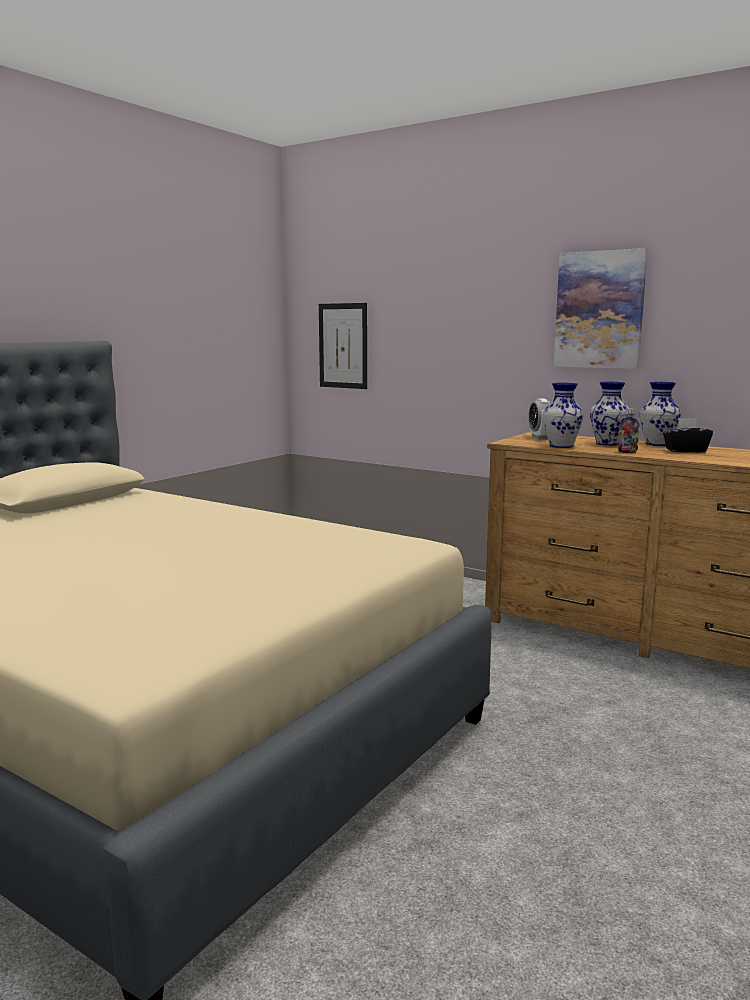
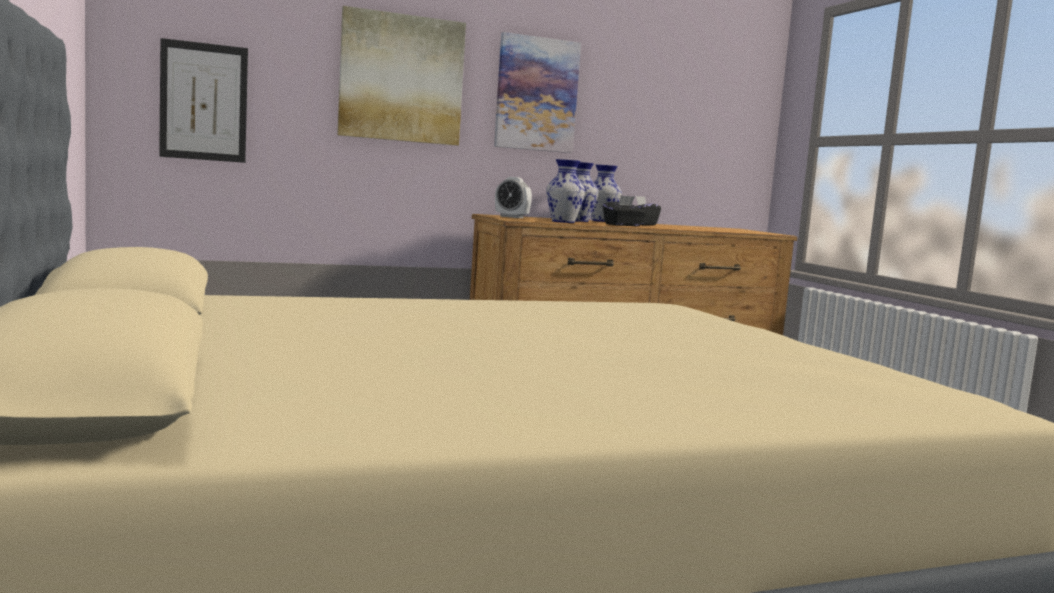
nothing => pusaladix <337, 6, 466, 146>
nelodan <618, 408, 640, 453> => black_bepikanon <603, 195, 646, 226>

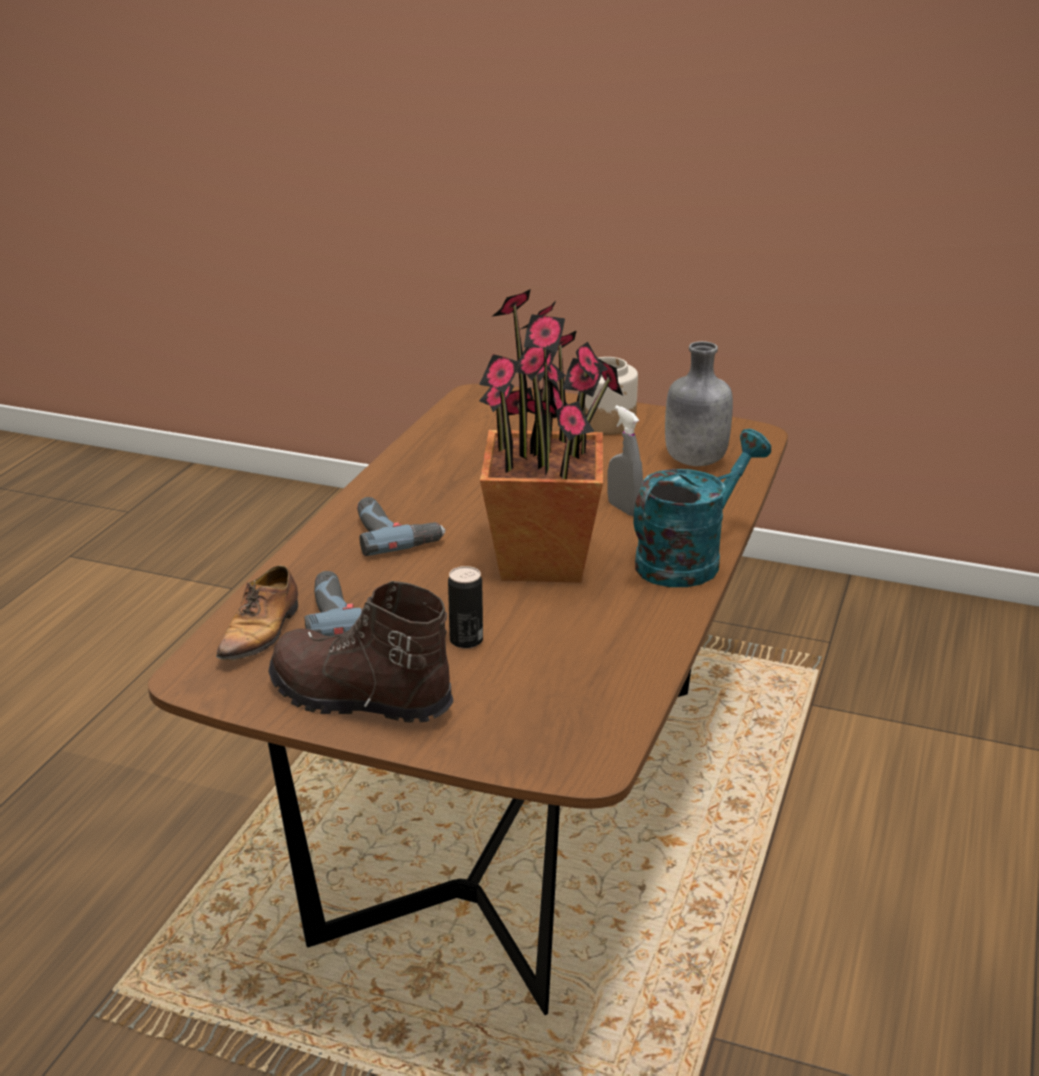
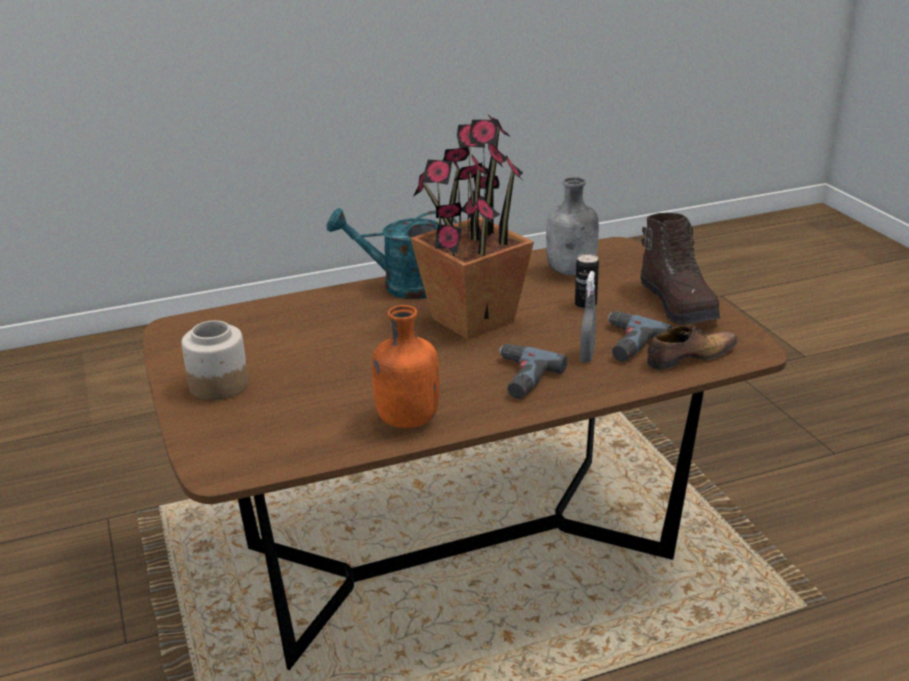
nothing => orange_nelodan <372, 305, 440, 428>
grey_nelodan <665, 341, 733, 466> => grey_nelodan <546, 177, 599, 275>, relocated
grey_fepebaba <607, 405, 643, 516> => grey_fepebaba <580, 271, 596, 363>, relocated

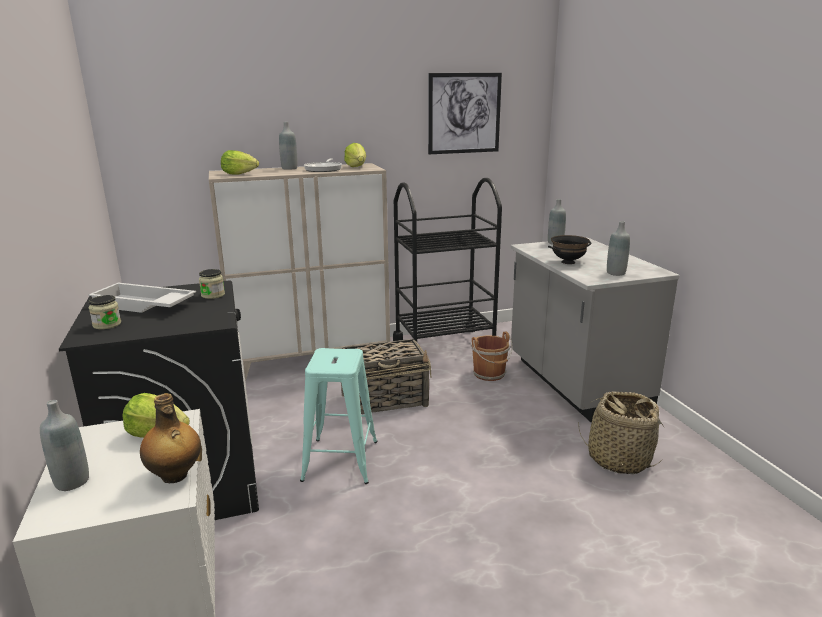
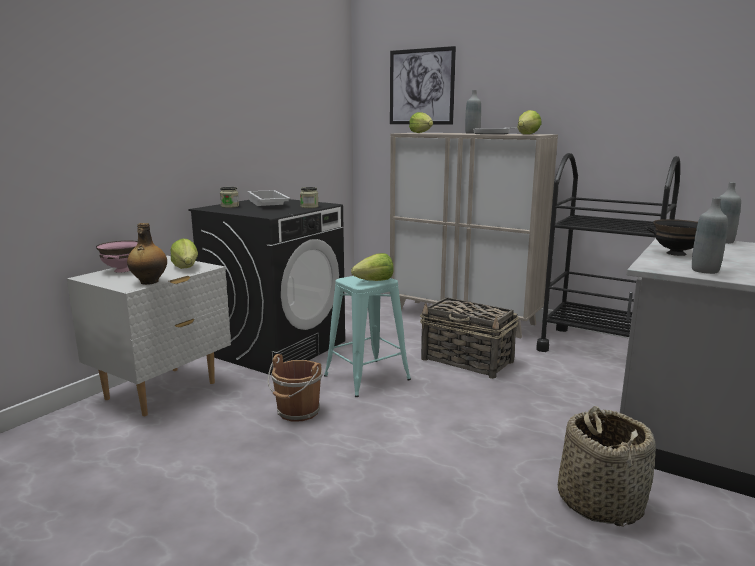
grey_nelodan <40, 400, 89, 491> => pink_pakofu <96, 241, 138, 273>
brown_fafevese <471, 331, 513, 381> => brown_fafevese <267, 354, 323, 422>, relocated
nothing => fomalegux <351, 253, 394, 281>
pusaladix <428, 73, 502, 154> => pusaladix <390, 46, 456, 125>, relocated

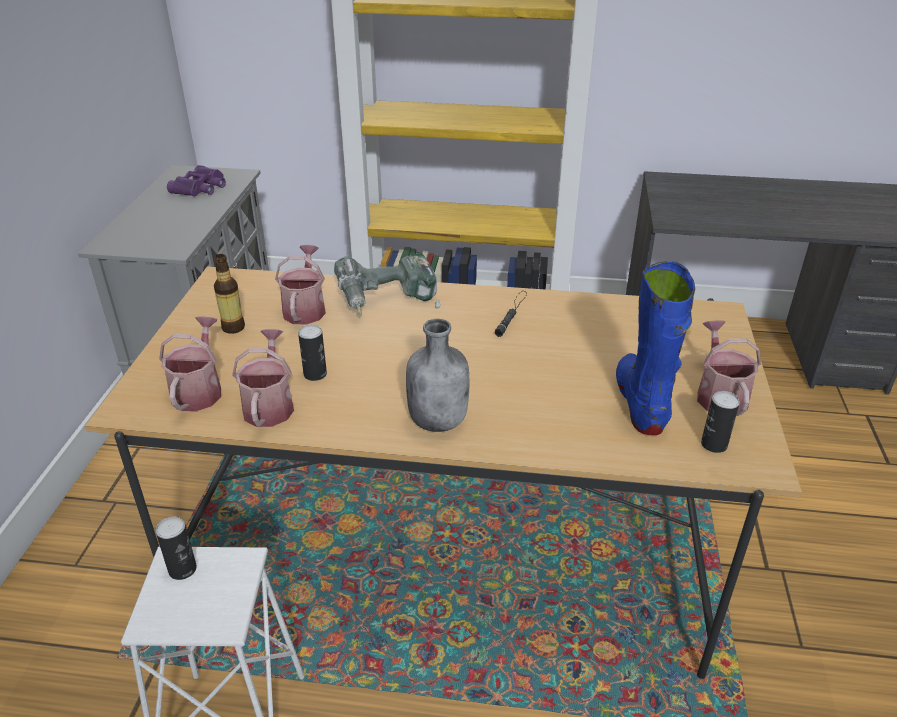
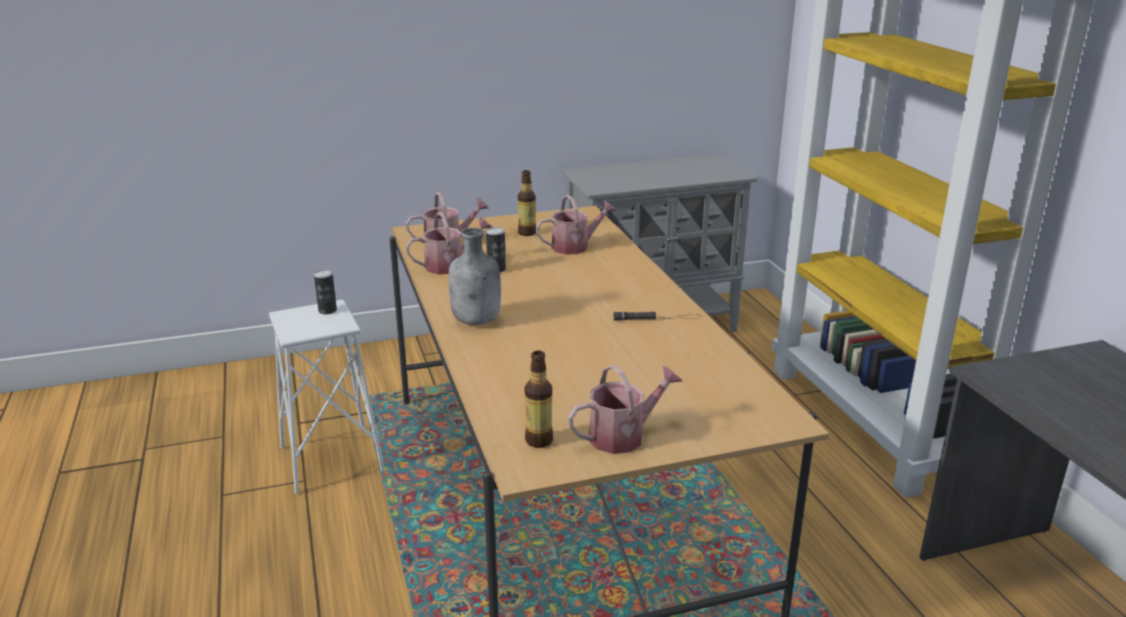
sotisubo <701, 391, 740, 453> => nelodan <525, 351, 553, 448>
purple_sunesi <167, 165, 226, 196> => nothing
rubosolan <334, 253, 440, 316> => nothing
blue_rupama <616, 261, 695, 435> => nothing

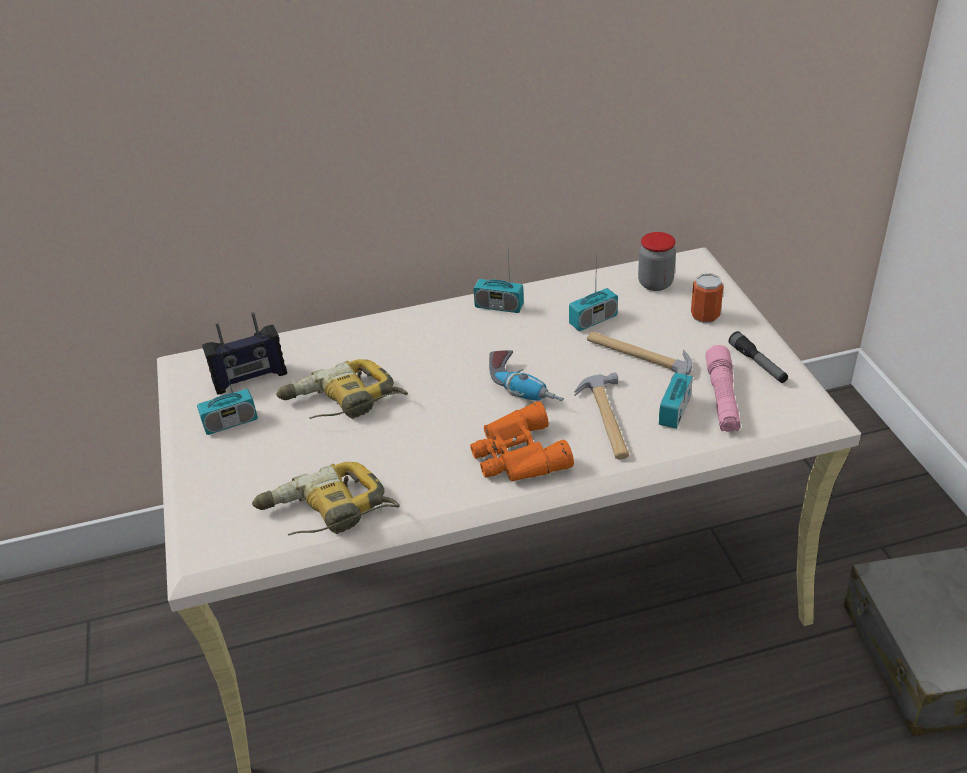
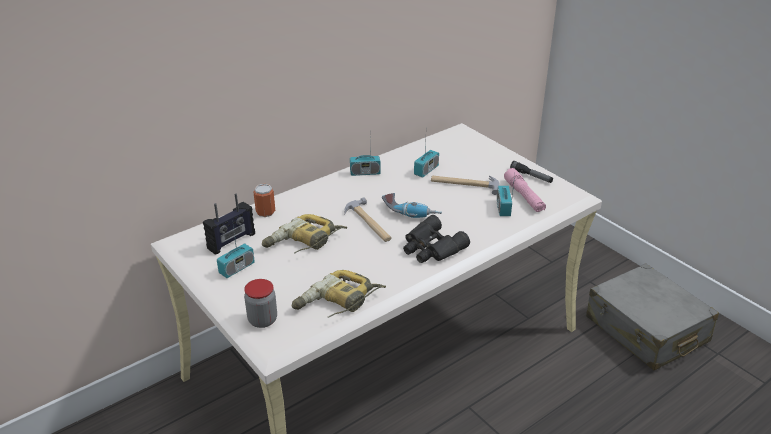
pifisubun <638, 232, 676, 291> => pifisubun <244, 279, 277, 328>, relocated
sotisubo <691, 273, 724, 323> => sotisubo <253, 184, 275, 217>, relocated
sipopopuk <575, 372, 629, 459> => sipopopuk <344, 197, 392, 242>, relocated
orange_sunesi <470, 401, 574, 481> => black_sunesi <403, 215, 470, 263>

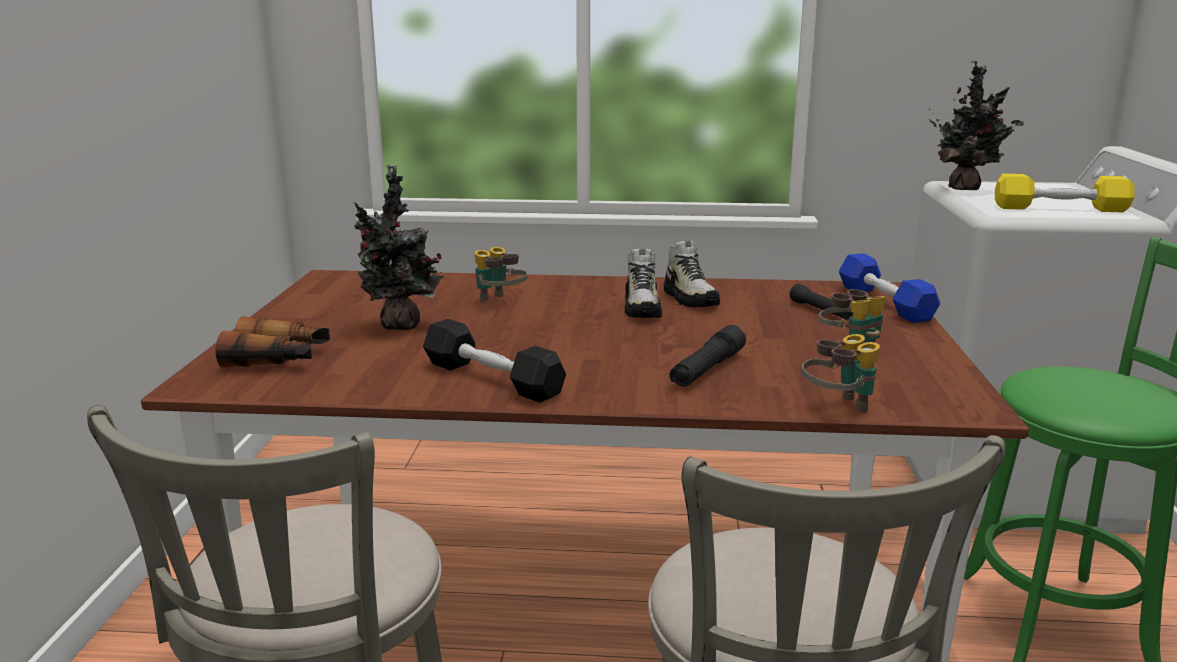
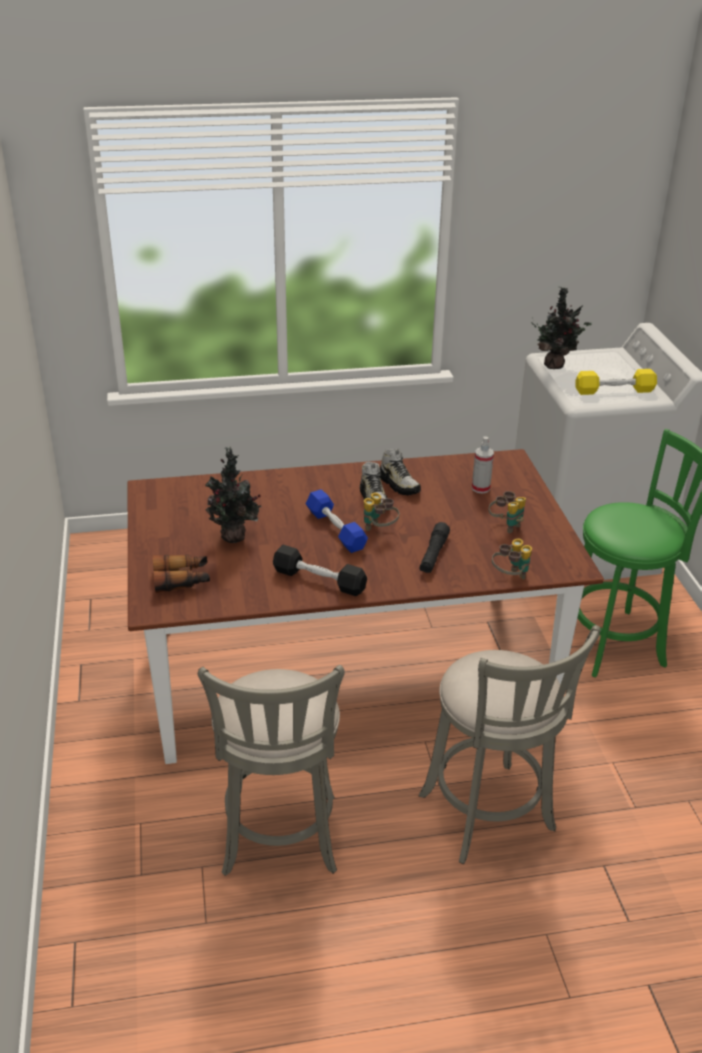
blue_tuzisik <839, 253, 940, 323> => blue_tuzisik <306, 489, 368, 553>, relocated
sunesi <474, 247, 528, 302> => sunesi <364, 493, 399, 531>, relocated
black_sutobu <790, 284, 853, 320> => fepebaba <472, 436, 494, 494>

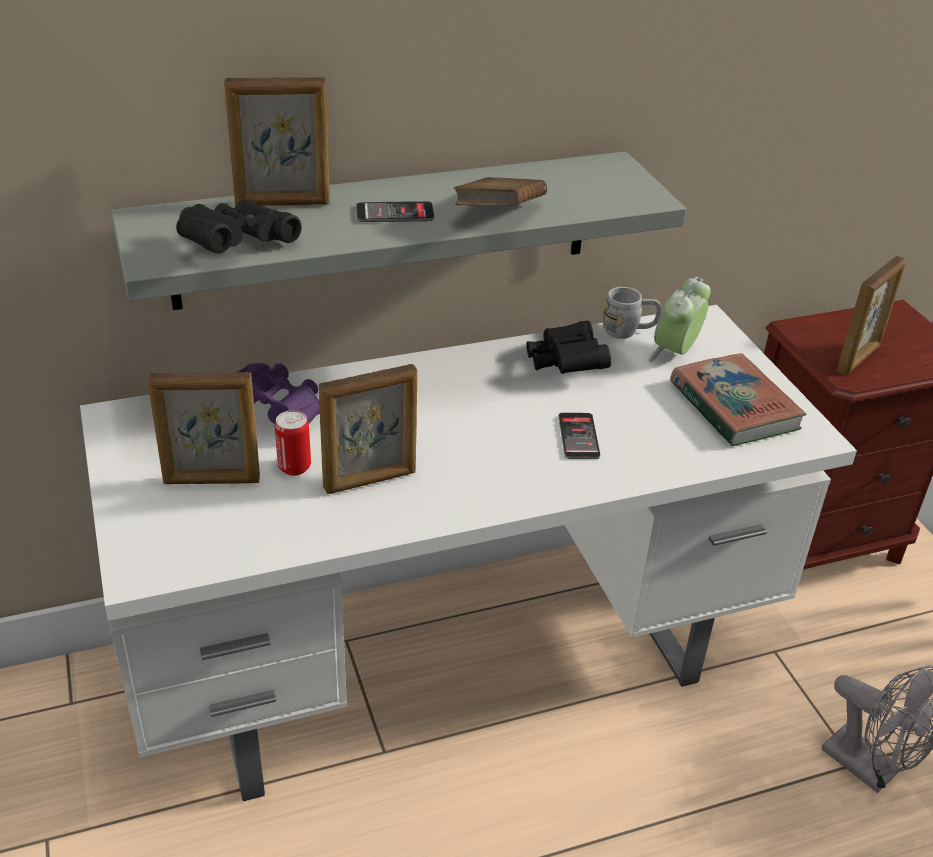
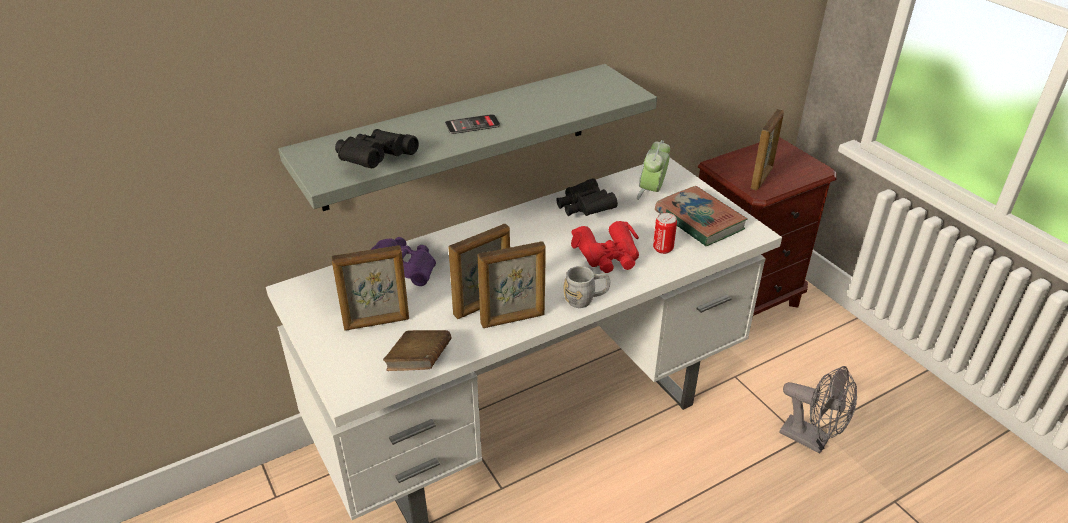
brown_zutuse <454, 177, 547, 205> => brown_zutuse <383, 330, 451, 371>, relocated
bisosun <224, 77, 330, 206> => bisosun <478, 241, 546, 328>, relocated
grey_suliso <602, 287, 662, 339> => grey_suliso <564, 266, 610, 308>, relocated
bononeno <558, 413, 600, 459> => red_sunesi <571, 221, 639, 273>
sotisubo <275, 410, 311, 476> => sotisubo <653, 213, 677, 254>, relocated

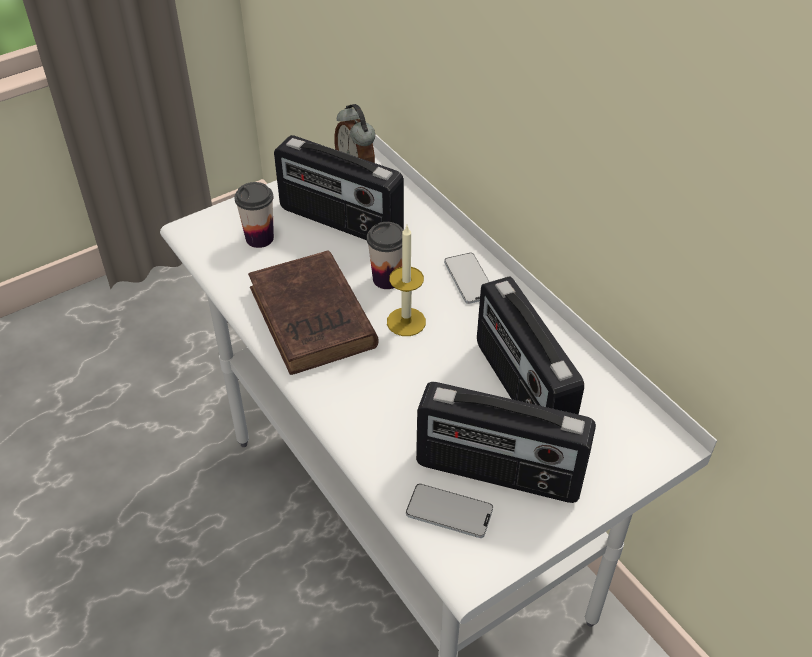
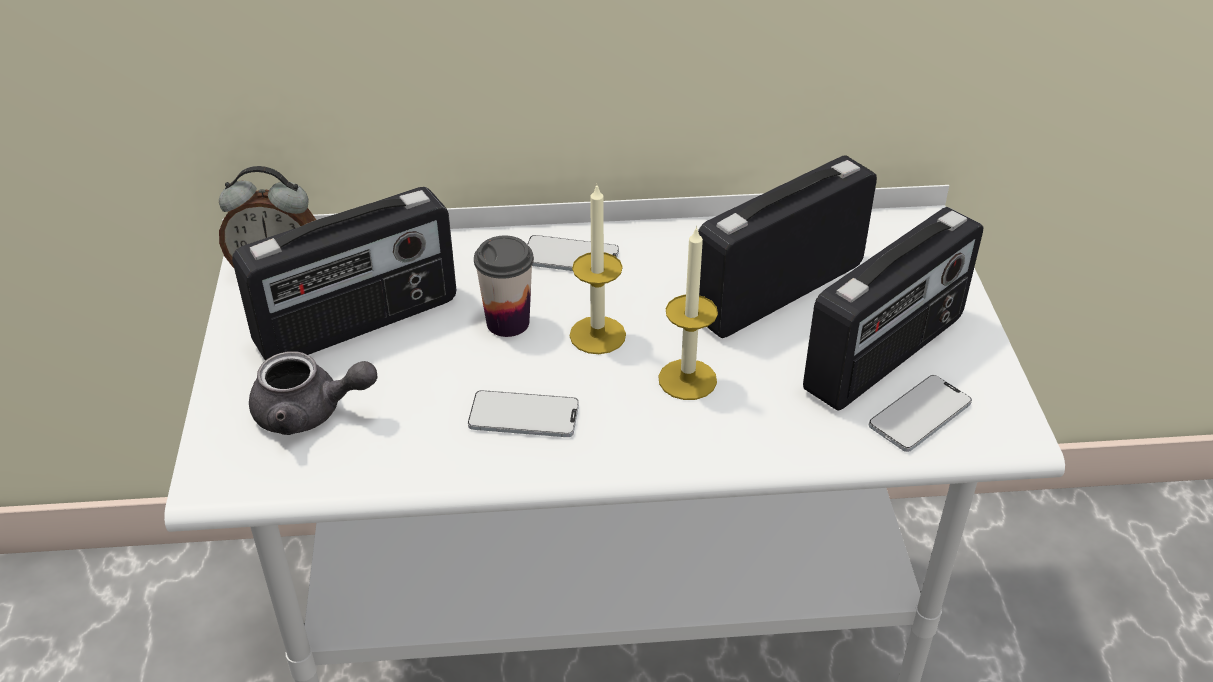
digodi <234, 182, 274, 248> => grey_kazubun <249, 351, 377, 435>
brown_zutuse <248, 250, 378, 375> => bononeno <468, 390, 579, 437>
nothing => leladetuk <658, 226, 718, 400>
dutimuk <477, 276, 584, 415> => dutimuk <698, 155, 877, 338>, 135 degrees clockwise

